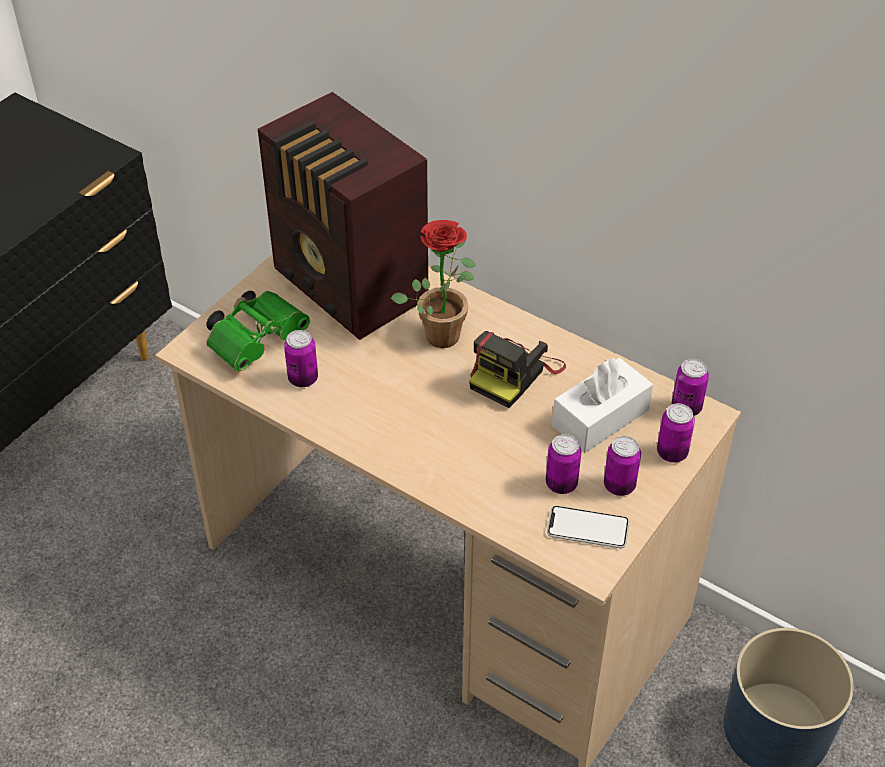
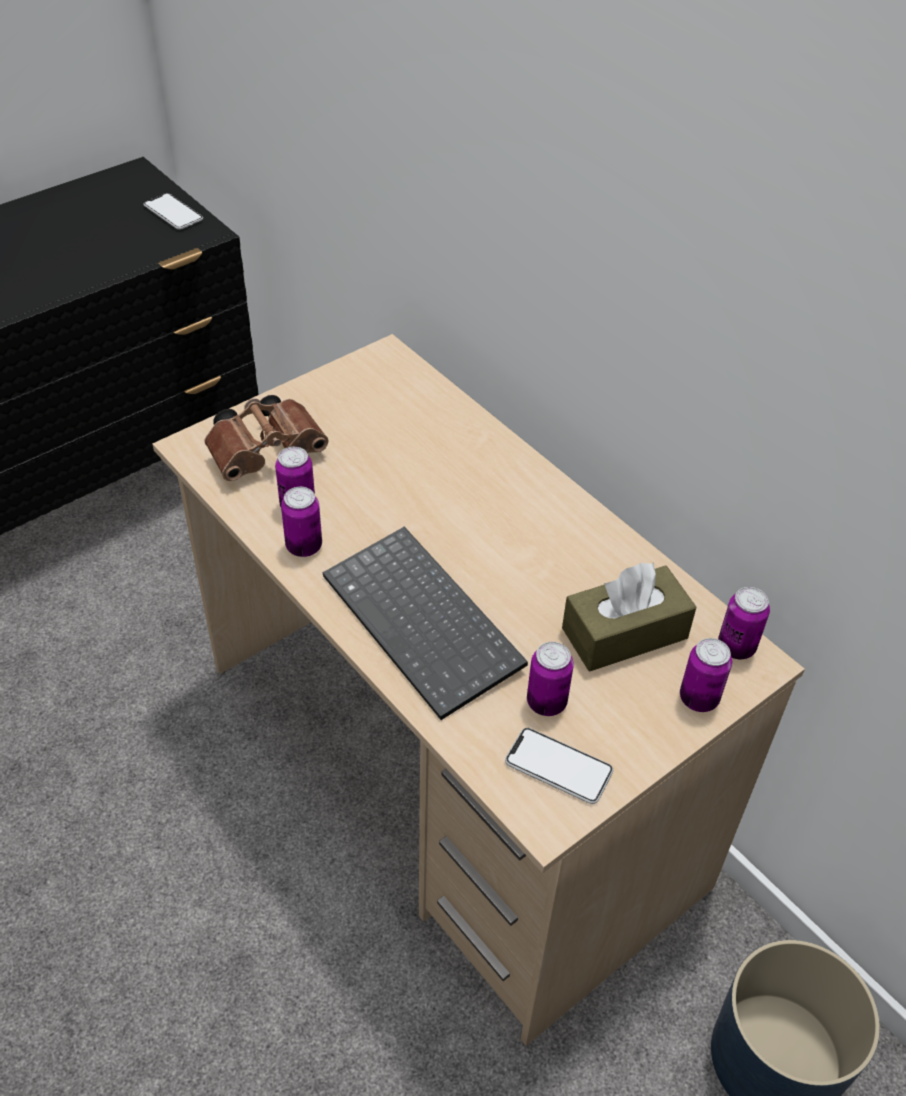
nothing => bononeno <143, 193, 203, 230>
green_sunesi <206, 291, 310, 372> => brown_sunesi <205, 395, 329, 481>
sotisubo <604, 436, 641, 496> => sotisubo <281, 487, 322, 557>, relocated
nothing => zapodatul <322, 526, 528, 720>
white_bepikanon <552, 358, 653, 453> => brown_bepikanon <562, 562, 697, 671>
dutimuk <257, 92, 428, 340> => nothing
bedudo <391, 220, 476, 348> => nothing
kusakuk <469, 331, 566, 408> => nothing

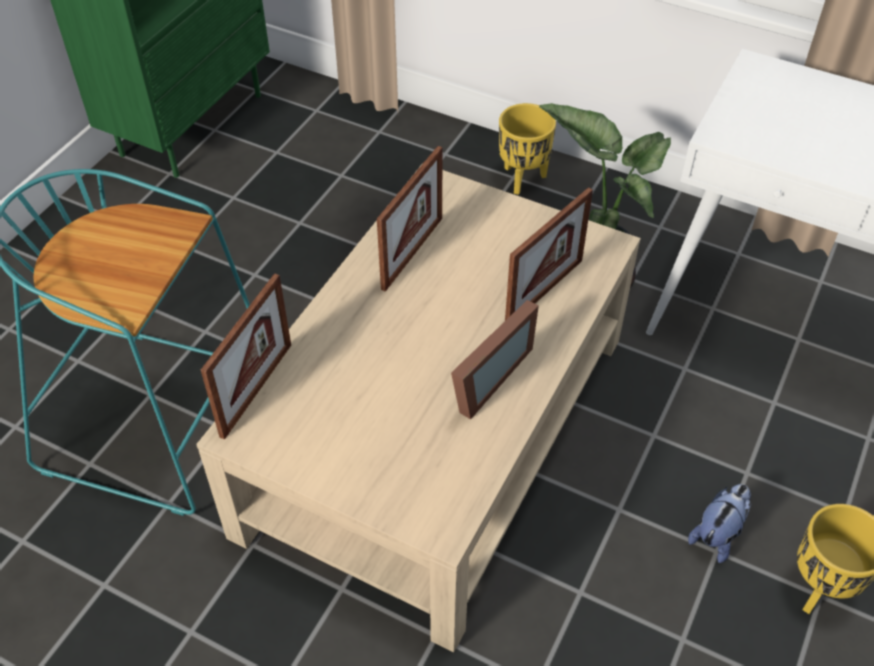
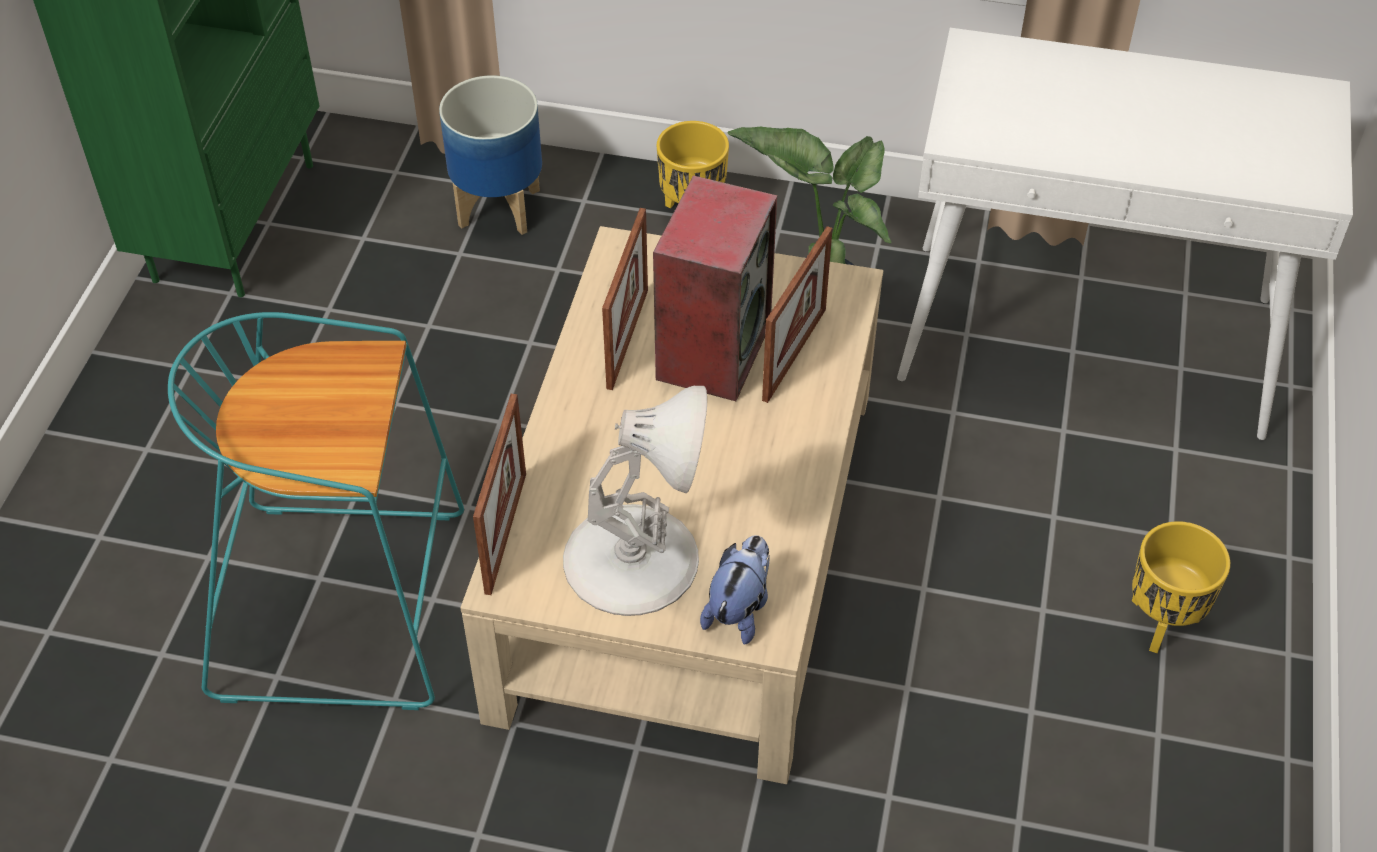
nothing => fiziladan <439, 75, 542, 235>
nothing => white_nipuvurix <563, 386, 707, 616>
nothing => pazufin <653, 175, 777, 401>
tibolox <688, 484, 752, 563> => tibolox <700, 535, 770, 645>, relocated
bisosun <451, 300, 539, 419> => nothing

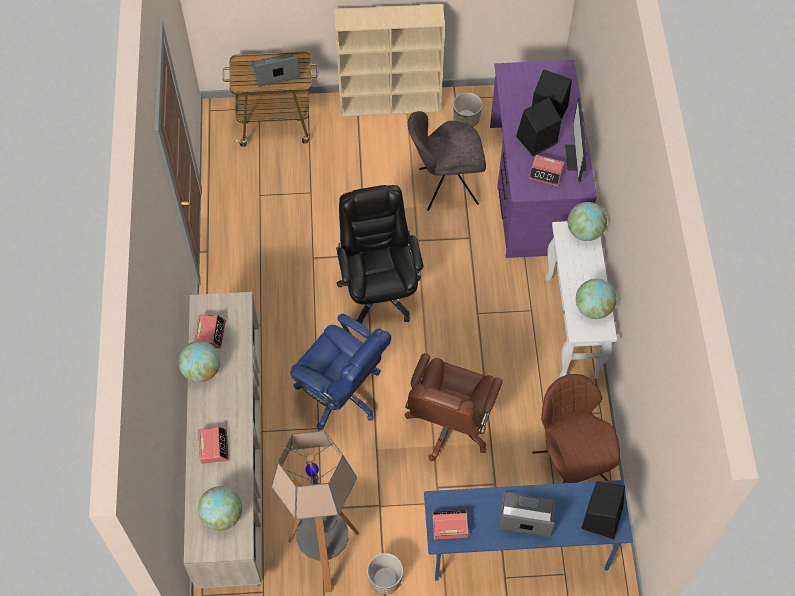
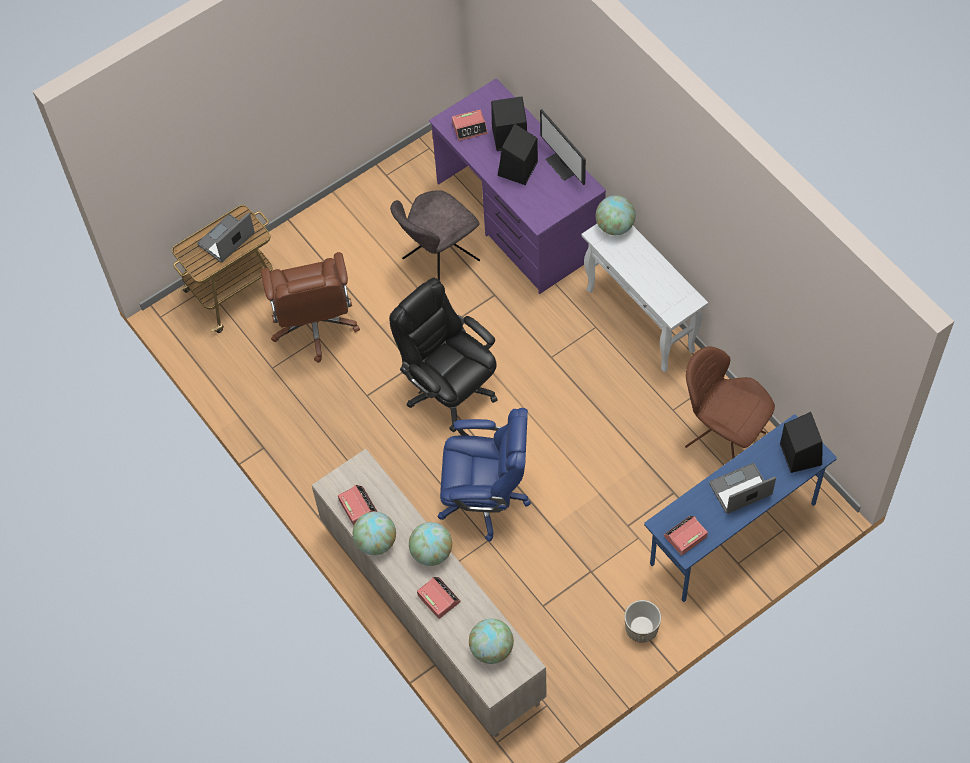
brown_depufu <405, 353, 503, 461> => brown_depufu <261, 252, 360, 363>, relocated
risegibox <576, 279, 617, 319> => risegibox <409, 522, 452, 566>, relocated
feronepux <529, 155, 564, 186> => feronepux <452, 110, 488, 141>, relocated
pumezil <271, 431, 359, 593> => nothing
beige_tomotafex <334, 4, 445, 117> => nothing
fiziladan <453, 93, 482, 127> => nothing

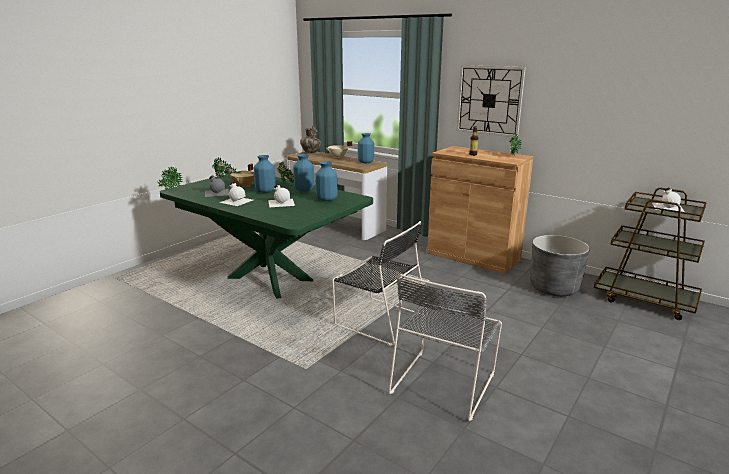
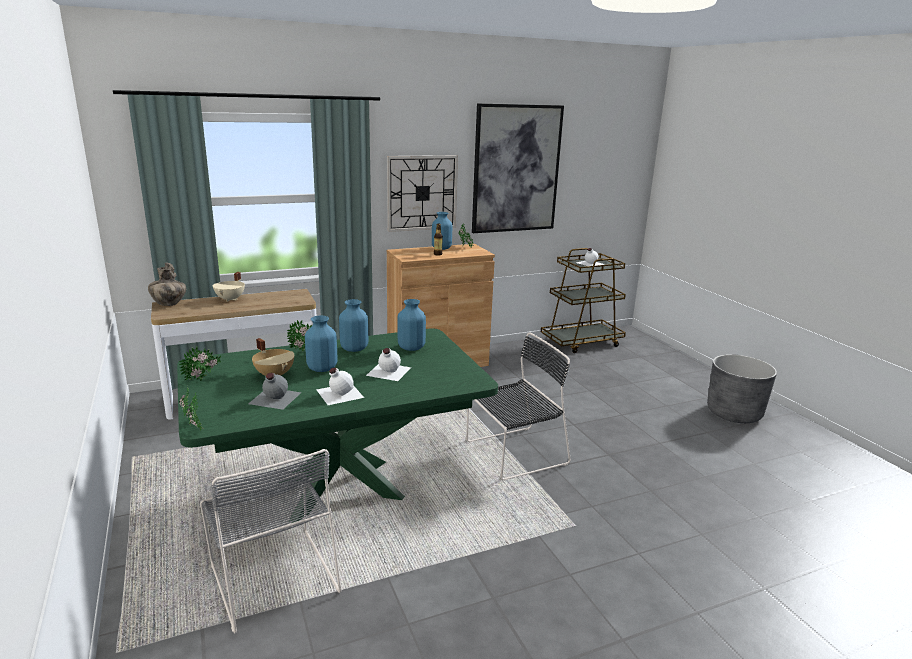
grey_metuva <388, 274, 502, 421> => grey_metuva <200, 449, 342, 633>, relocated
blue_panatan <358, 133, 374, 163> => blue_panatan <432, 212, 452, 250>, relocated
nothing => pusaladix <472, 103, 564, 233>
grey_fiziladan <530, 235, 590, 296> => grey_fiziladan <707, 354, 777, 423>, relocated

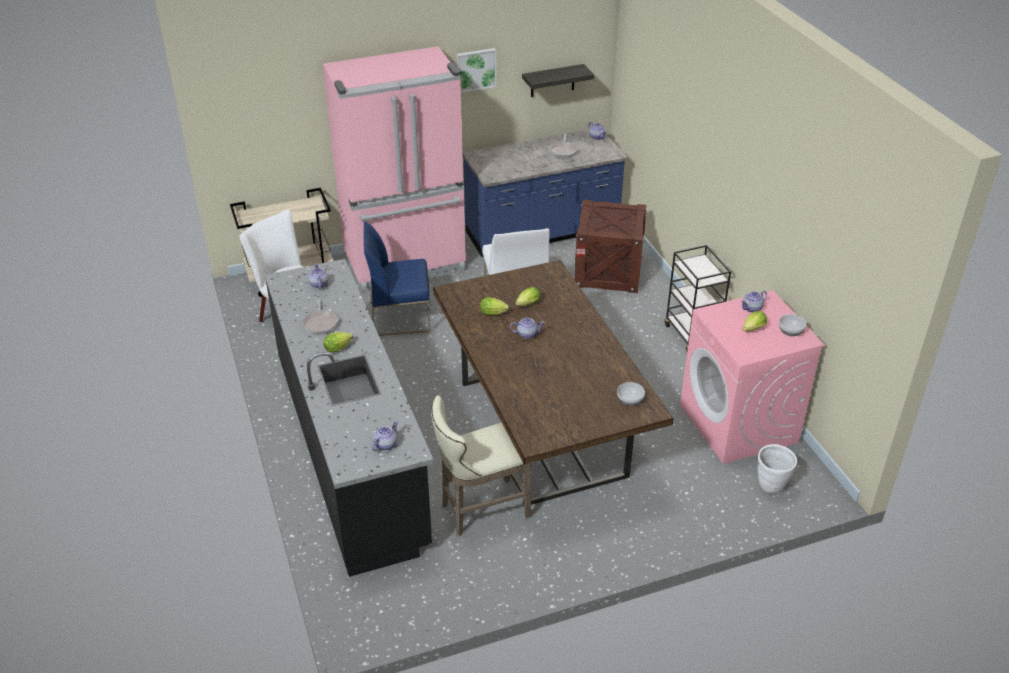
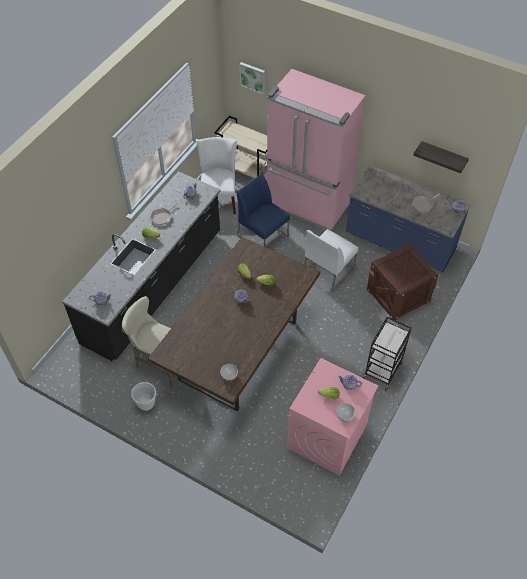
white_fiziladan <758, 444, 797, 493> => white_fiziladan <131, 382, 156, 411>, relocated
pusaladix <457, 48, 496, 93> => pusaladix <240, 62, 265, 94>, relocated

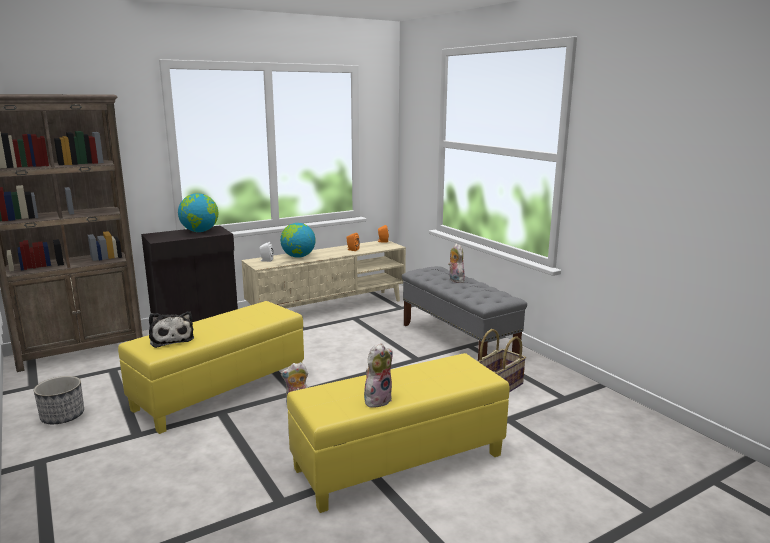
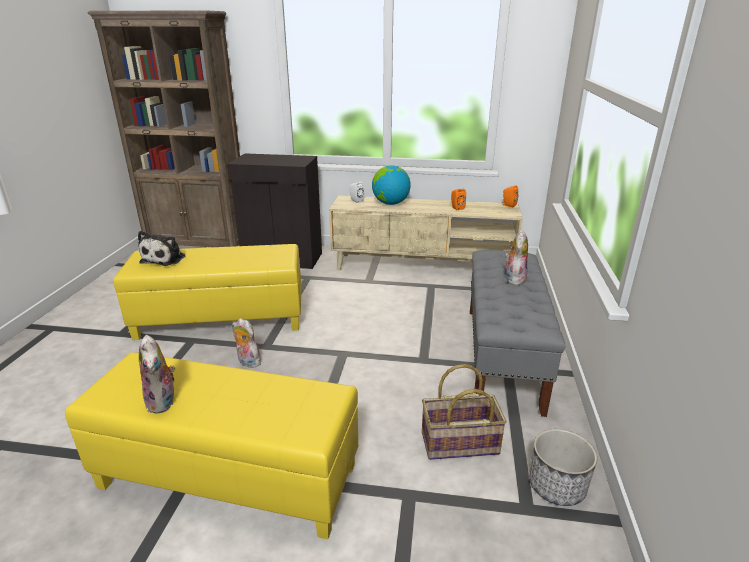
tibolox <364, 343, 393, 408> => tibolox <139, 335, 175, 414>, 75 degrees clockwise
fiziladan <34, 376, 84, 424> => fiziladan <529, 429, 597, 506>, relocated
risegibox <178, 193, 218, 232> => nothing

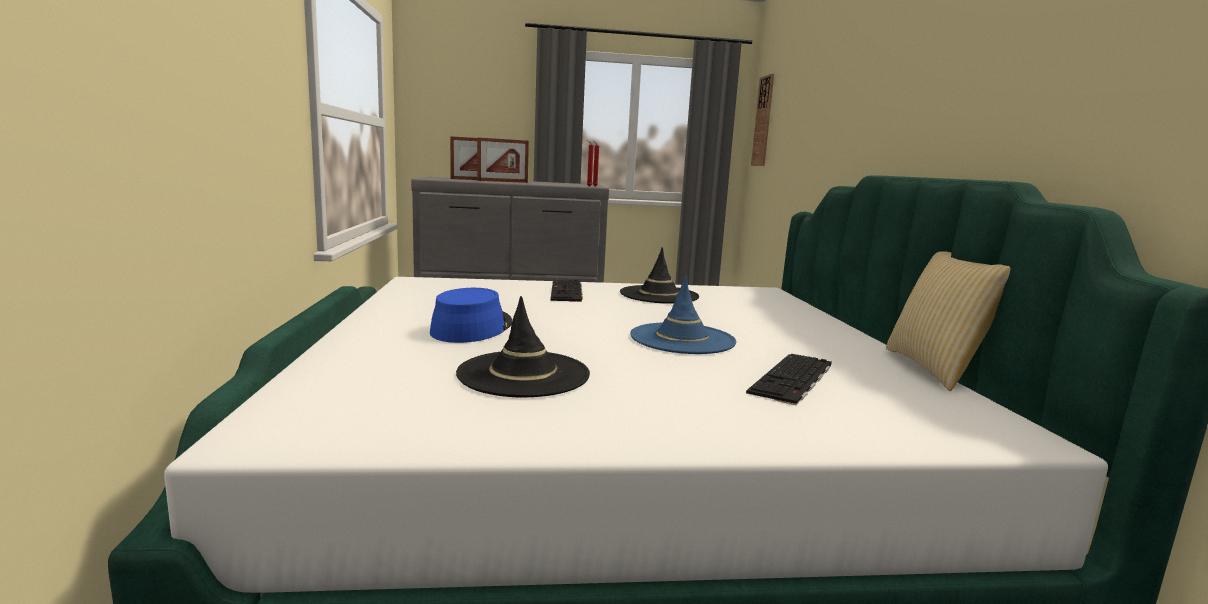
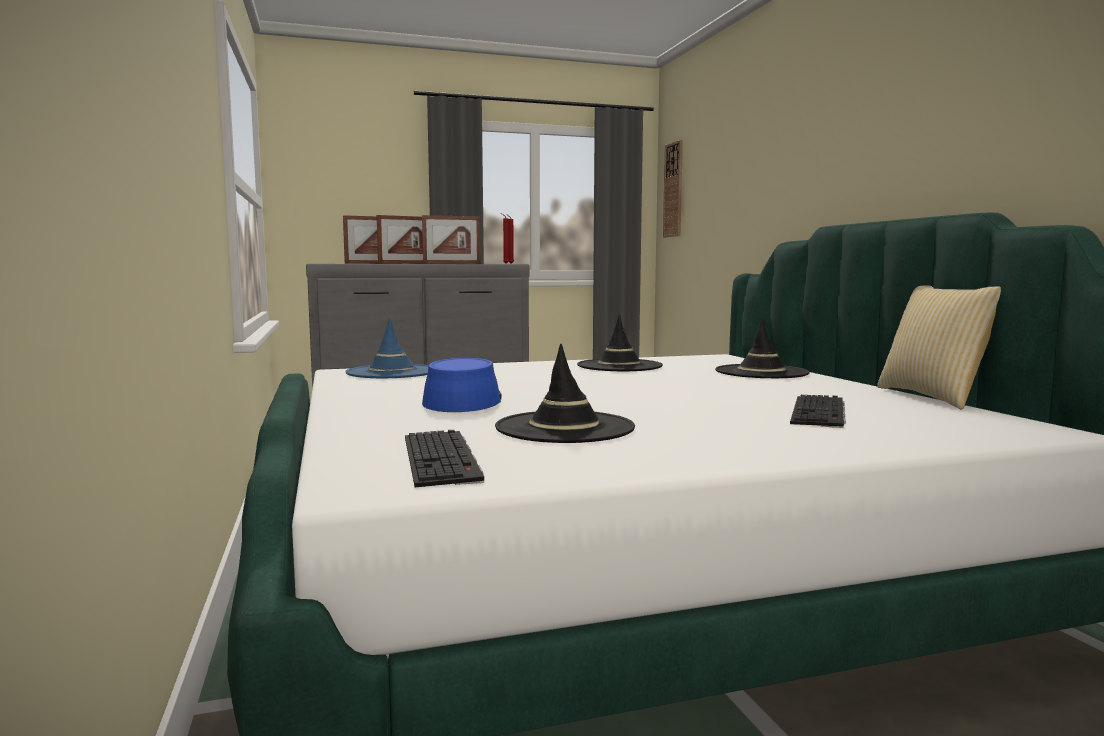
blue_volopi <630, 275, 736, 354> => blue_volopi <345, 317, 429, 378>, relocated
zapodatul <550, 279, 583, 302> => zapodatul <405, 430, 484, 487>, relocated
nothing => bisosun <422, 215, 481, 264>
nothing => black_volopi <715, 317, 810, 378>

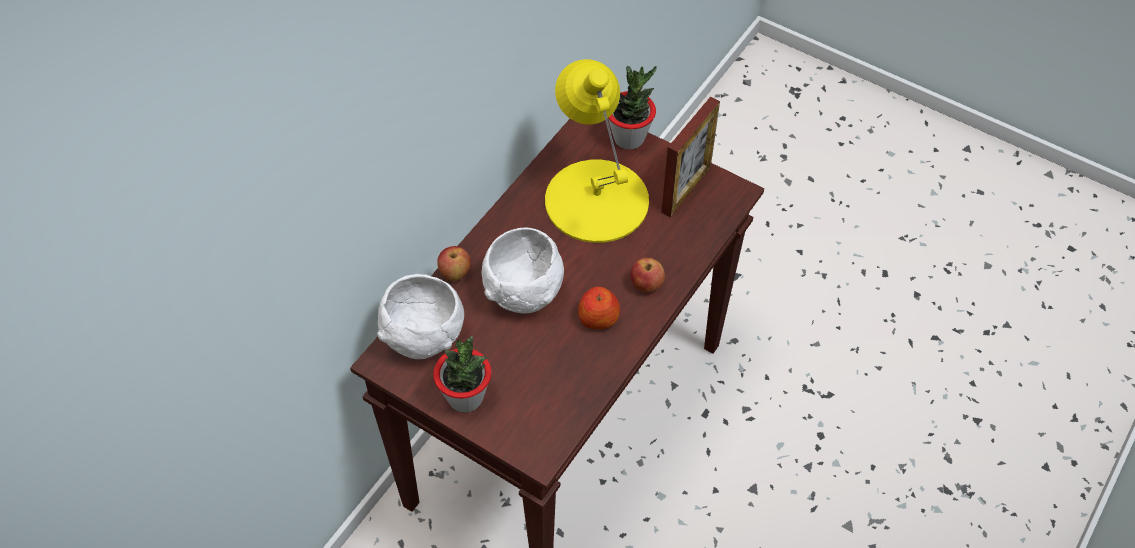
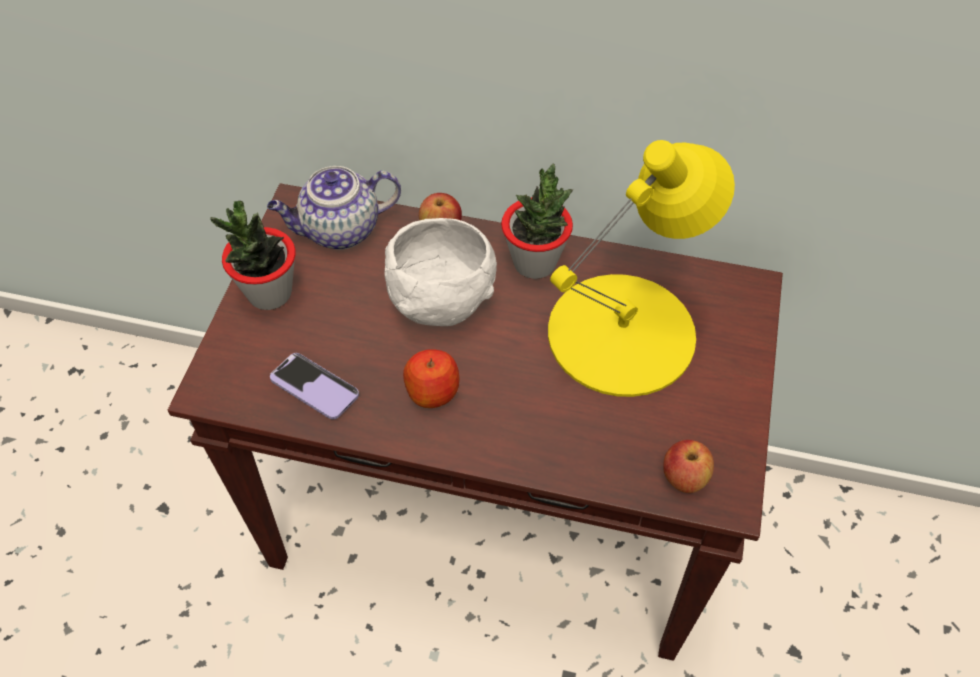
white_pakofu <377, 274, 464, 359> => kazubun <267, 166, 401, 250>
nothing => bononeno <270, 353, 359, 419>
bedudo <608, 66, 657, 149> => bedudo <501, 164, 573, 279>, relocated
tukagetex <630, 258, 665, 292> => tukagetex <663, 440, 714, 493>, relocated
bisosun <661, 97, 720, 217> => nothing

